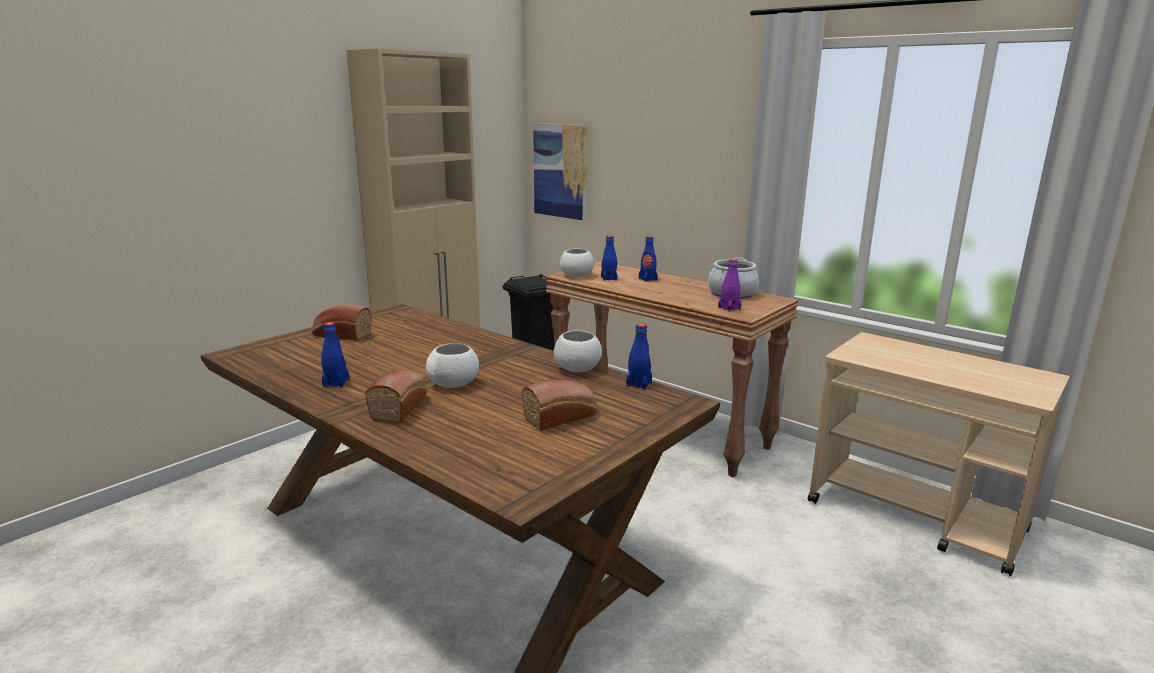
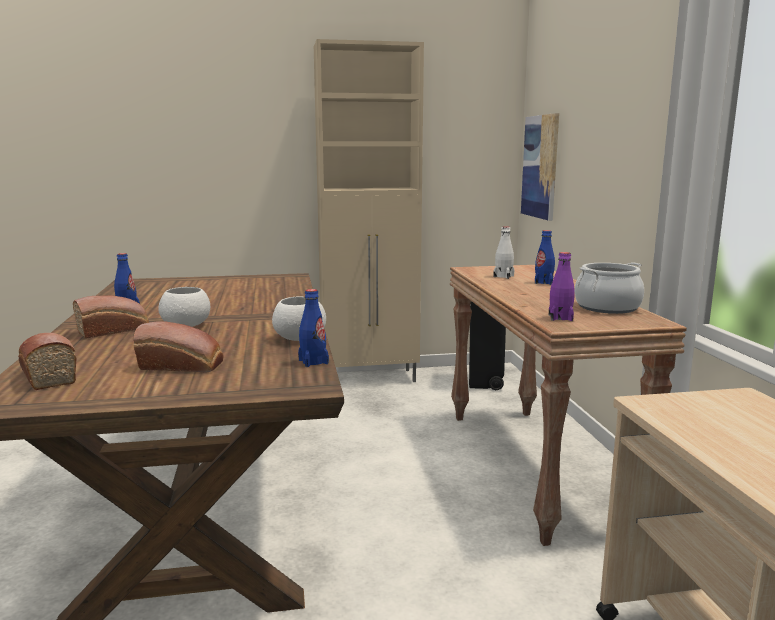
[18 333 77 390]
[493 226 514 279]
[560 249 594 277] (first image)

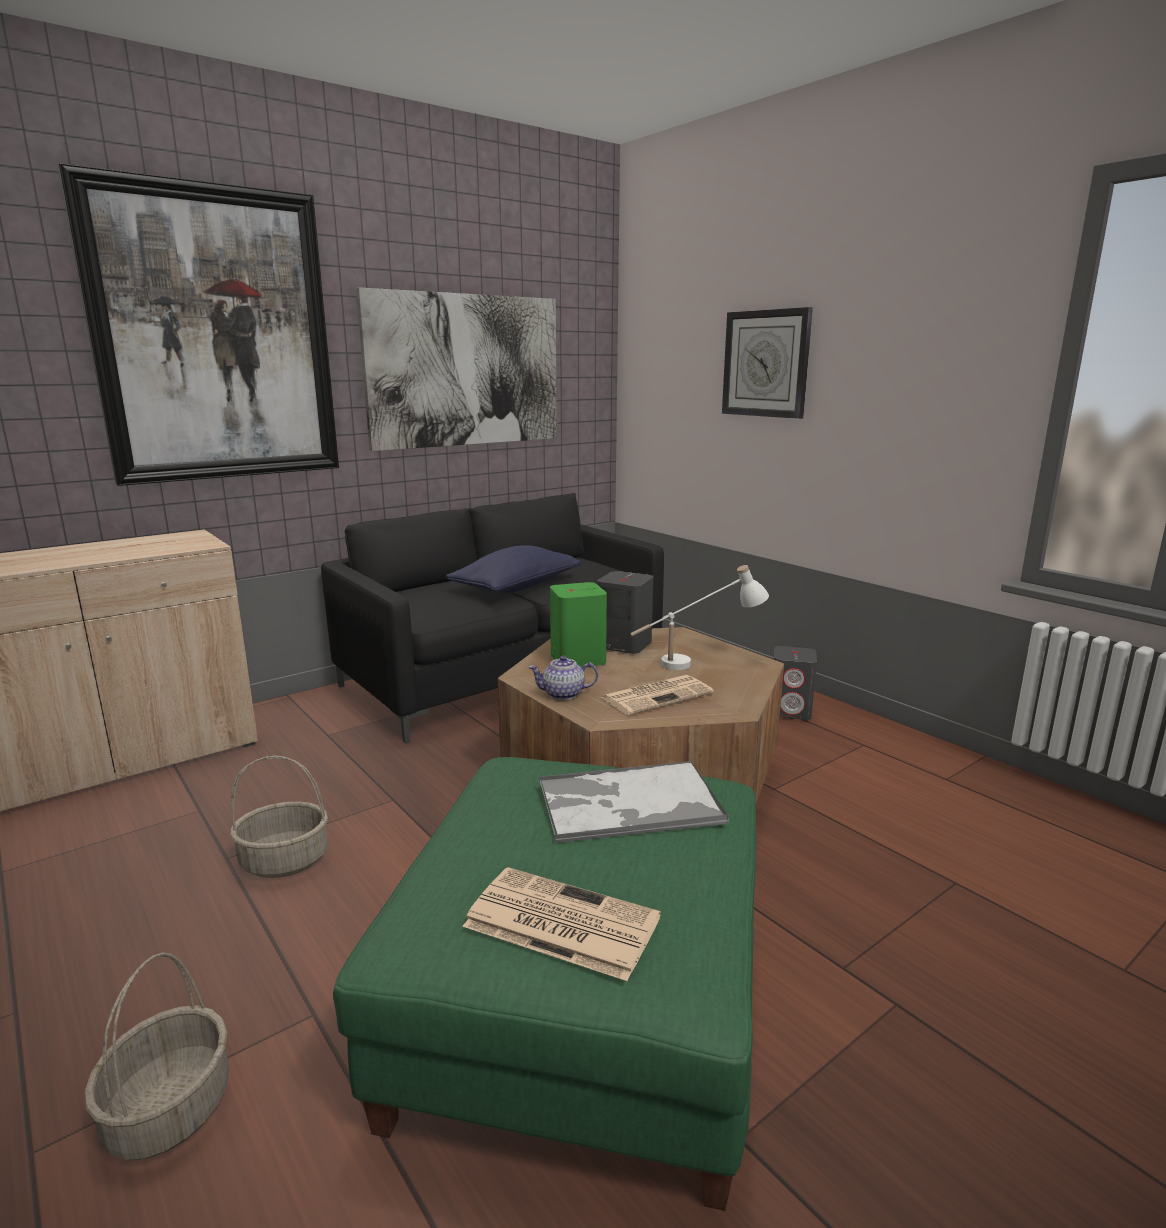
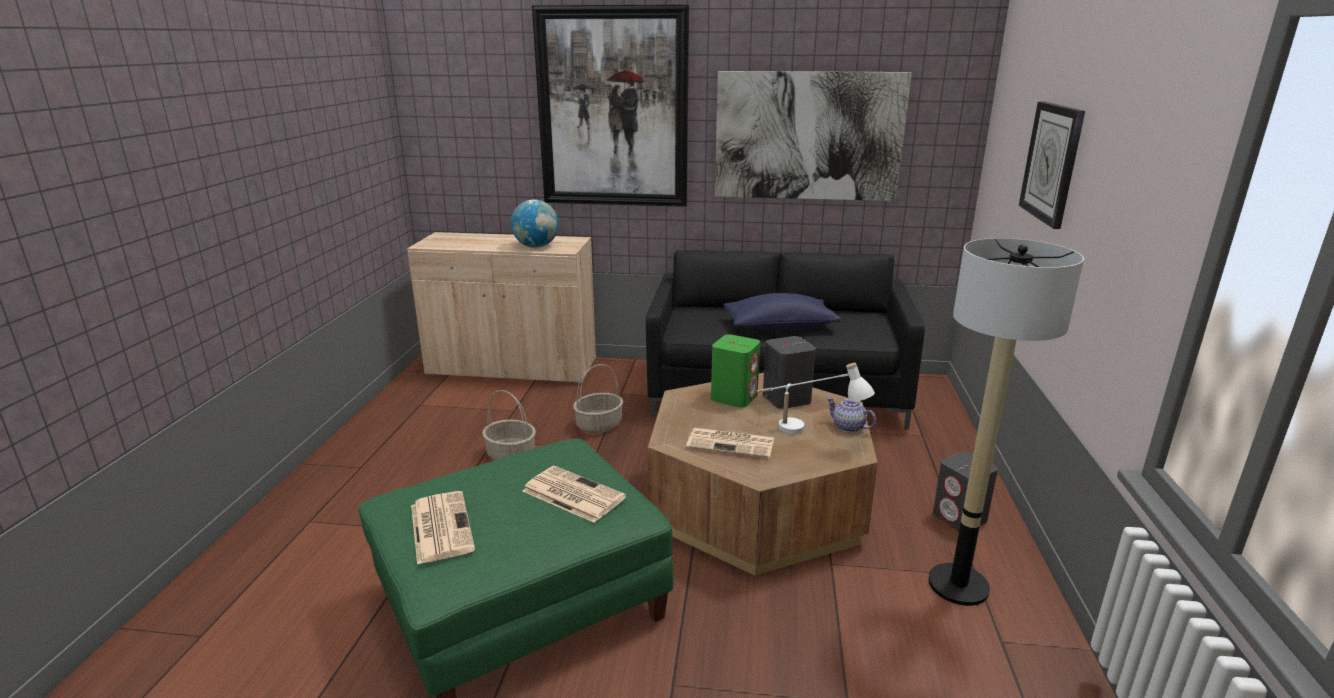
[511 200 559 248]
[522 466 626 523]
[573 364 623 434]
[826 397 876 432]
[928 238 1084 606]

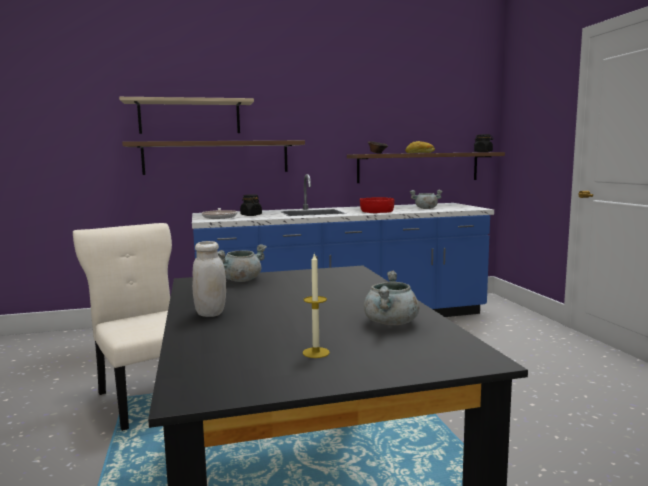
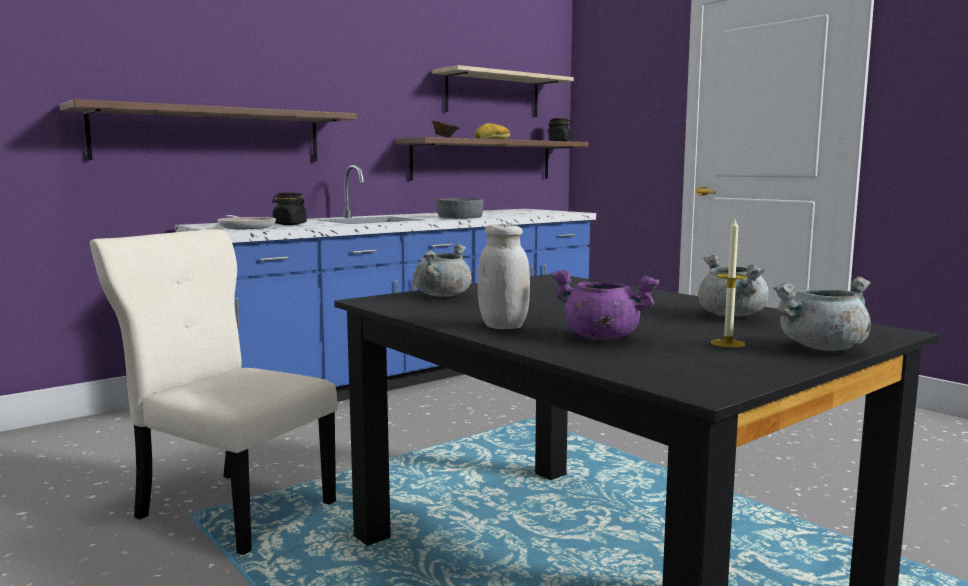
[432 65 574 117]
[436 198 484 219]
[551 270 659 340]
[773 277 871 351]

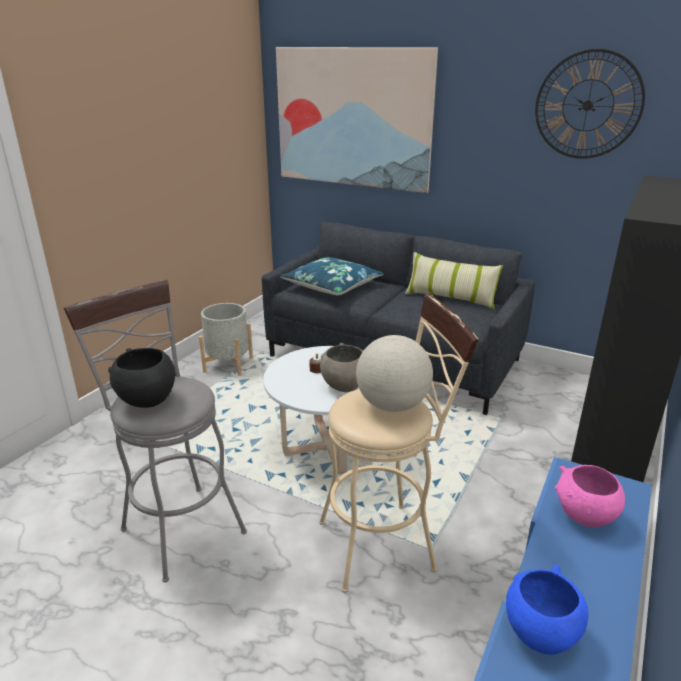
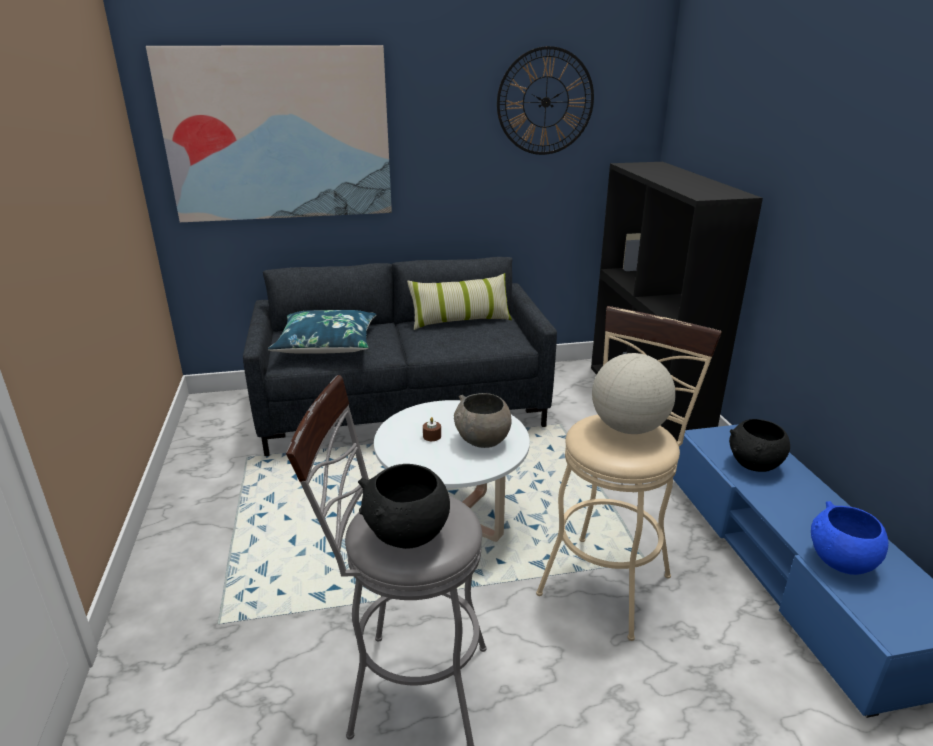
[729 419 790 472]
[199 303 253 376] (first image)

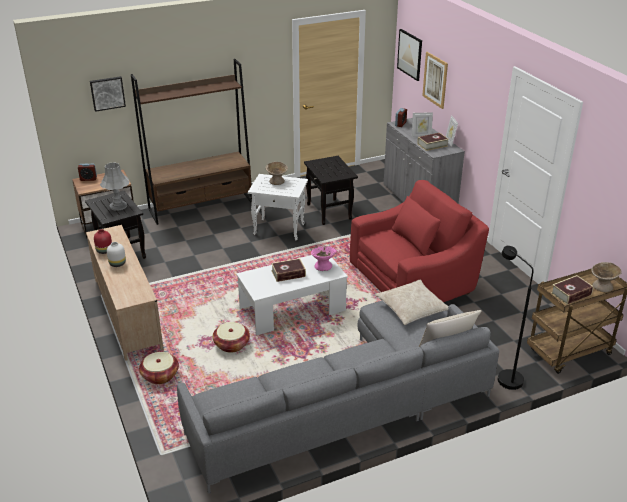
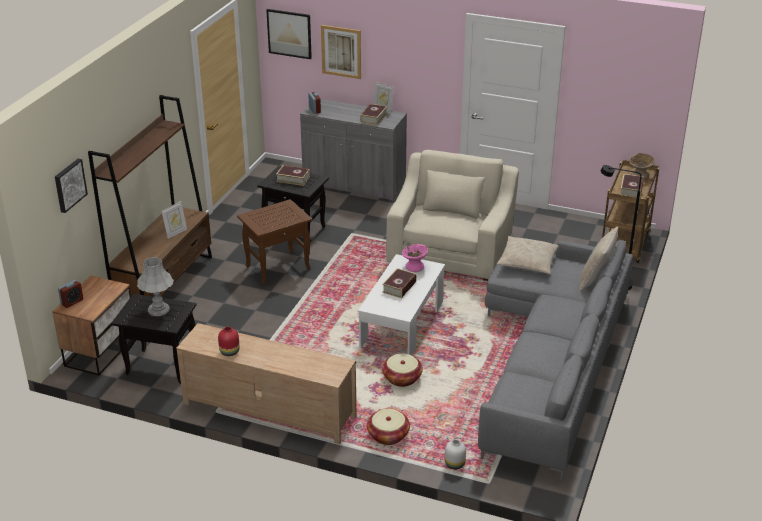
[161 201 187 239]
[237 199 313 284]
[276 165 310 186]
[386 150 519 281]
[445 440 466 469]
[266 162 288 185] (first image)

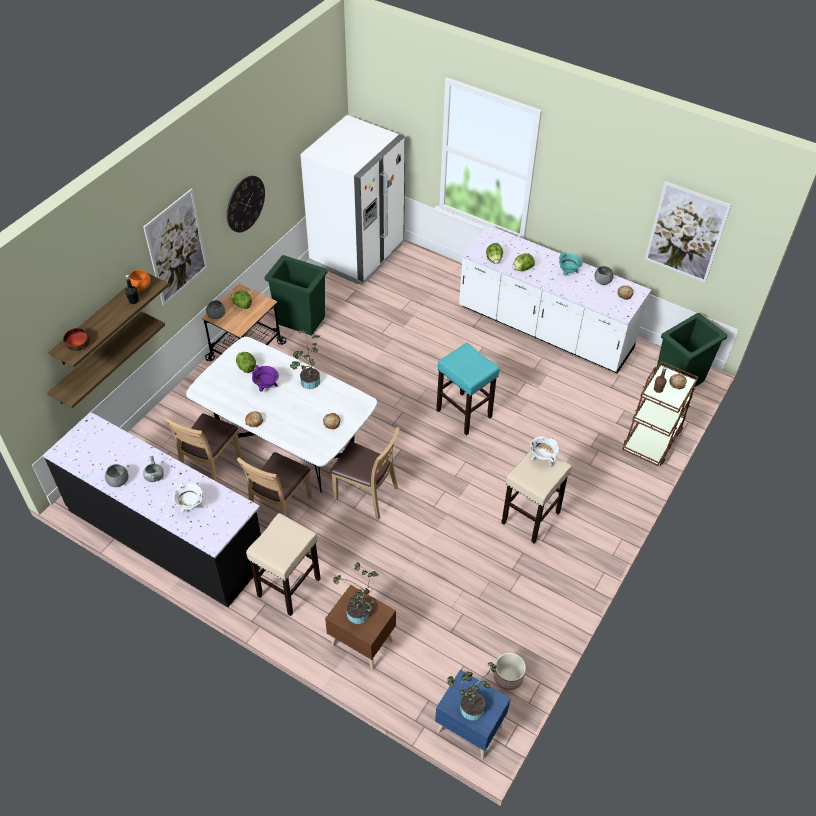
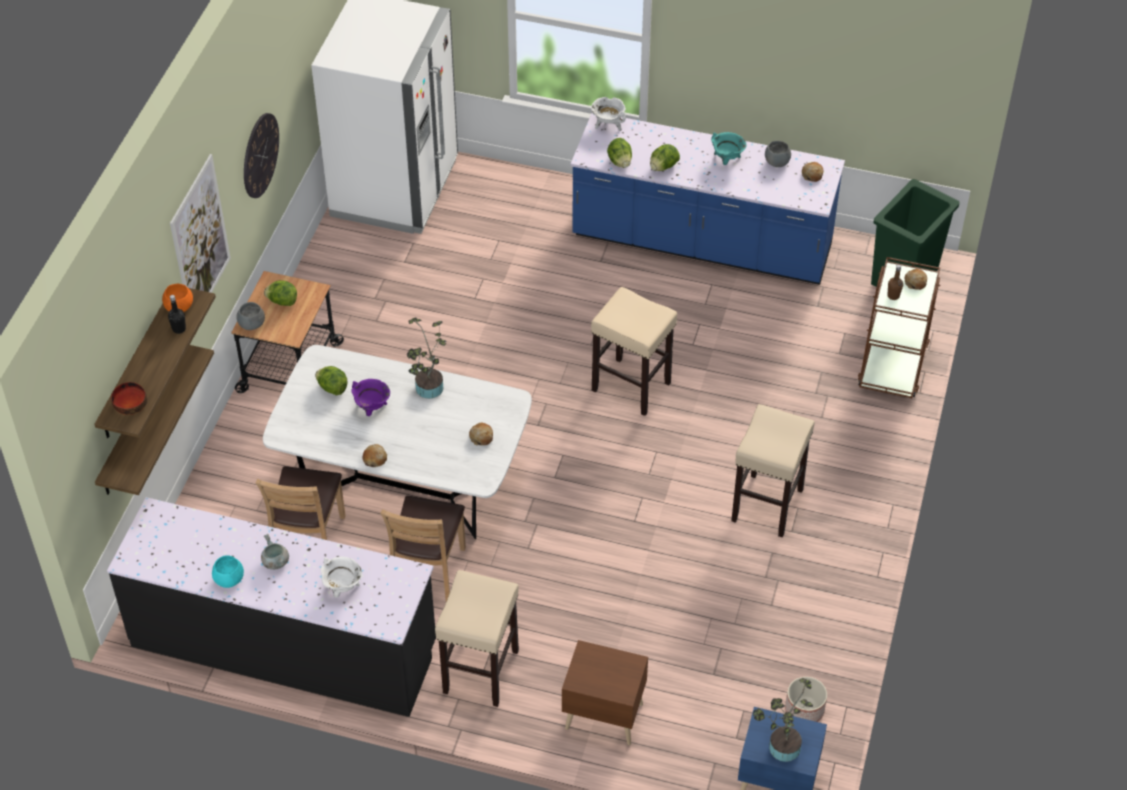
[212 555 244 588]
[571 113 845 285]
[591 97 626 131]
[591 287 677 416]
[265 255 328 336] (first image)
[330 427 400 520] (first image)
[333 562 379 624] (first image)
[645 181 731 283] (first image)

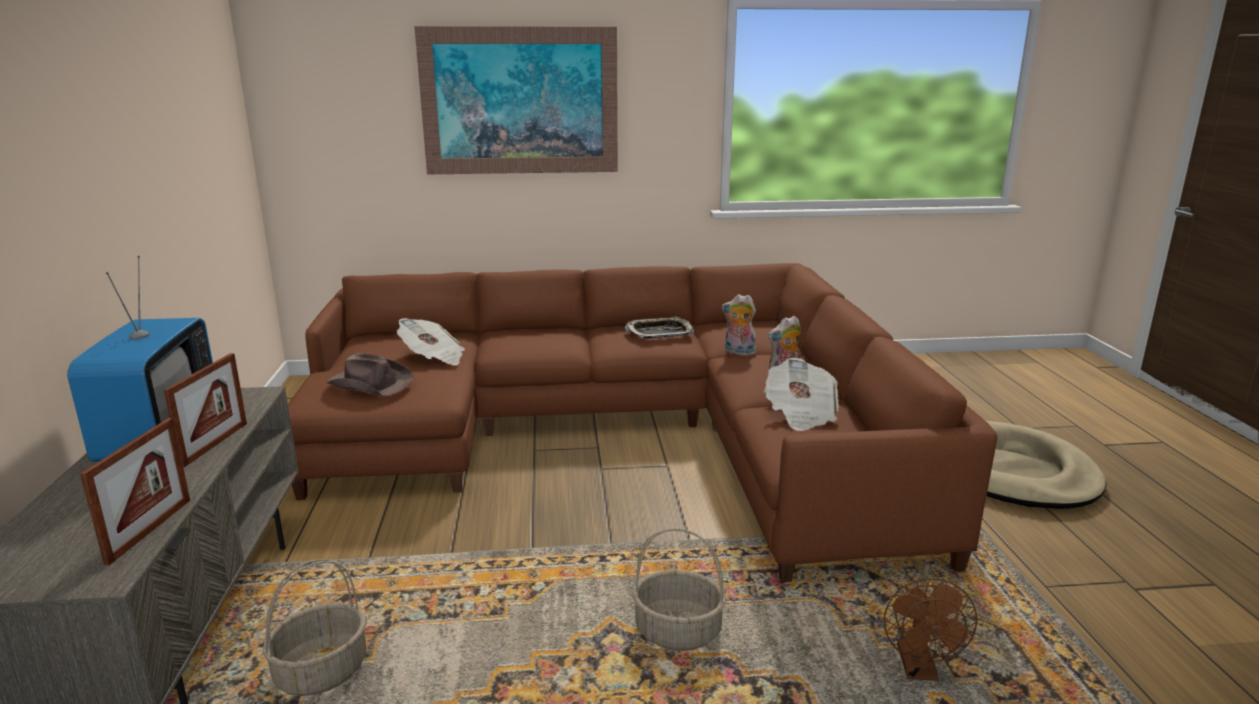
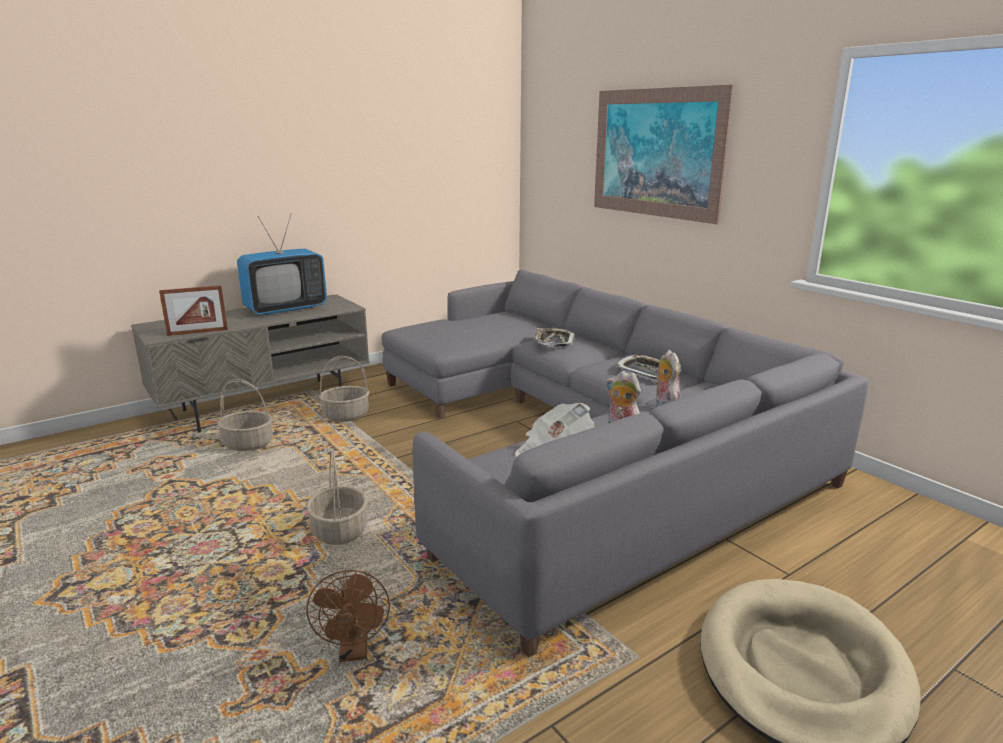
[306 570 390 662]
[319 356 370 422]
[382 270 869 658]
[534 328 575 347]
[164 353 247 467] (first image)
[326 353 414 396] (first image)
[397 318 465 365] (first image)

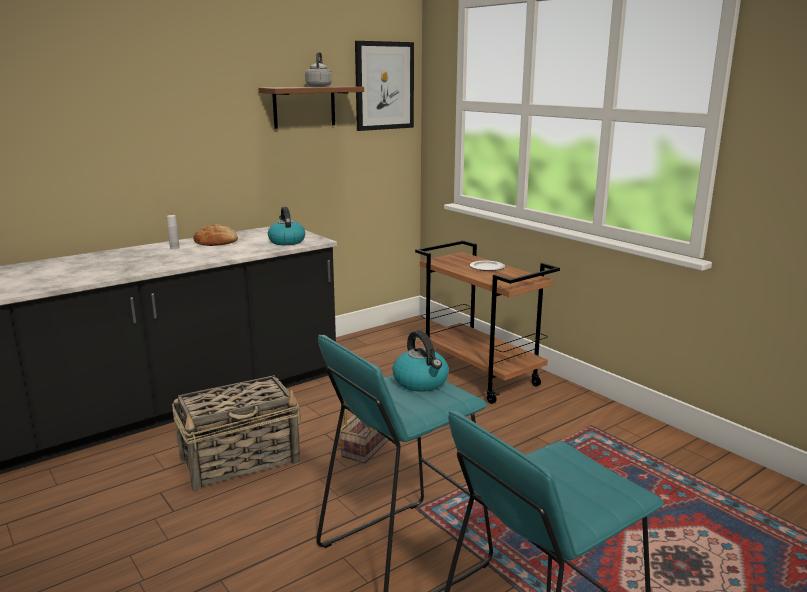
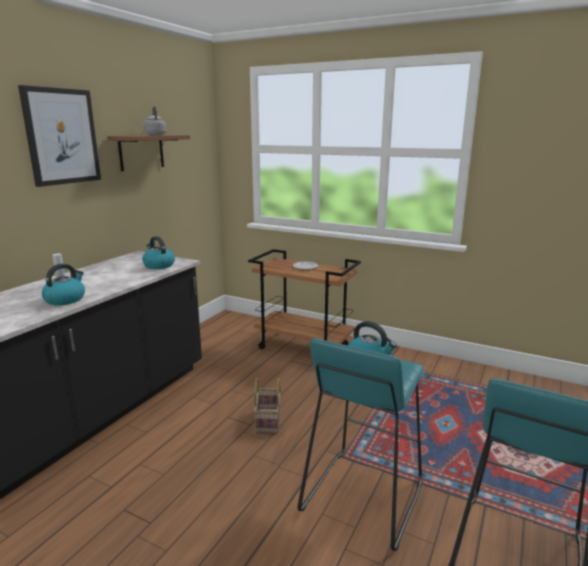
[18 85 101 187]
[42 264 85 305]
[172 375 301 491] (first image)
[193 224 238 246] (first image)

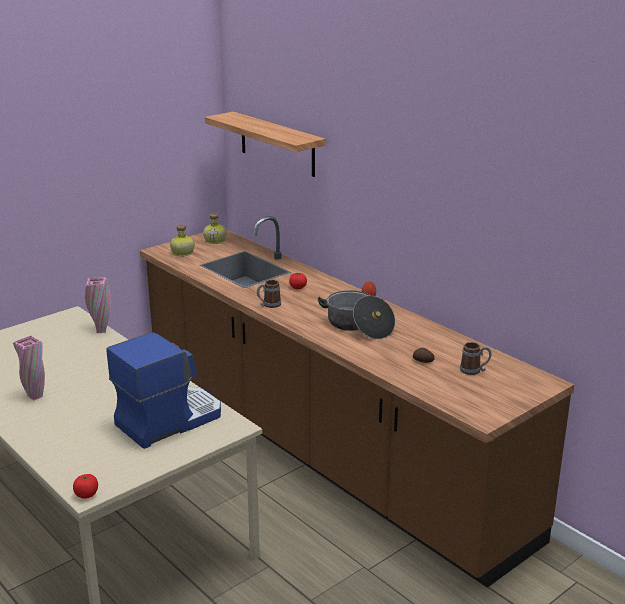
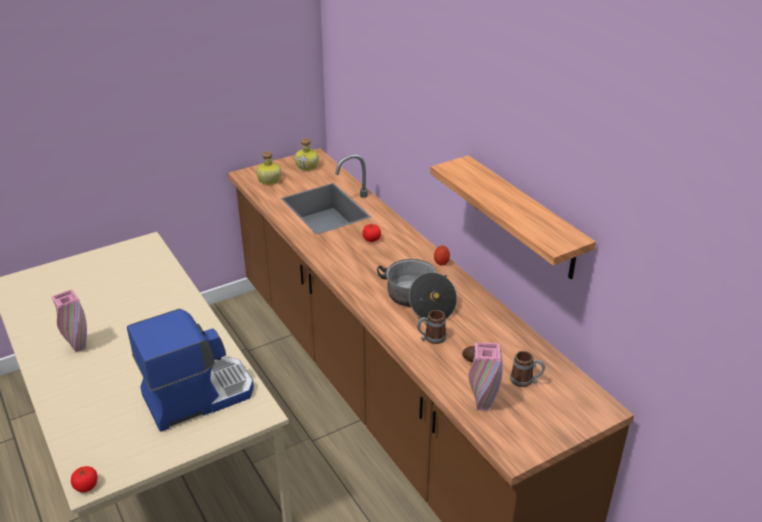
[417 310 447 344]
[430 155 596 279]
[468 343 503 411]

